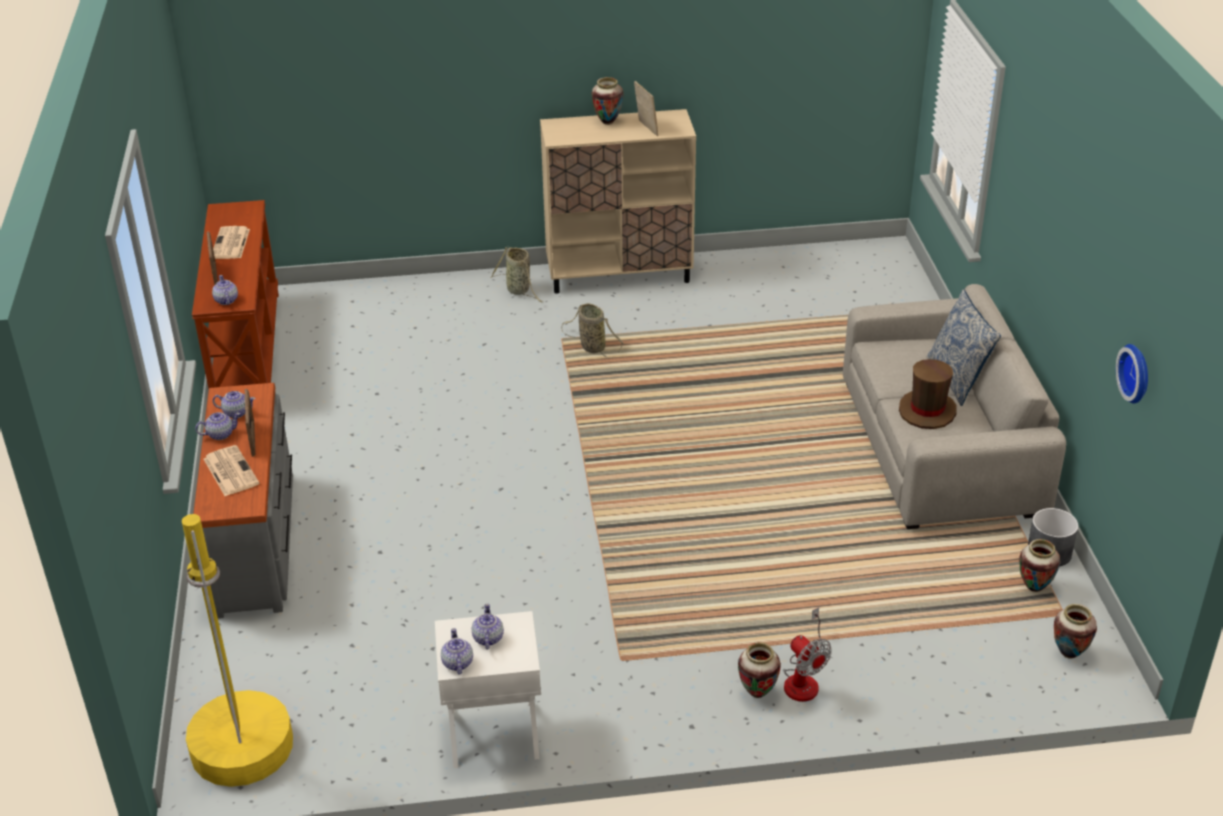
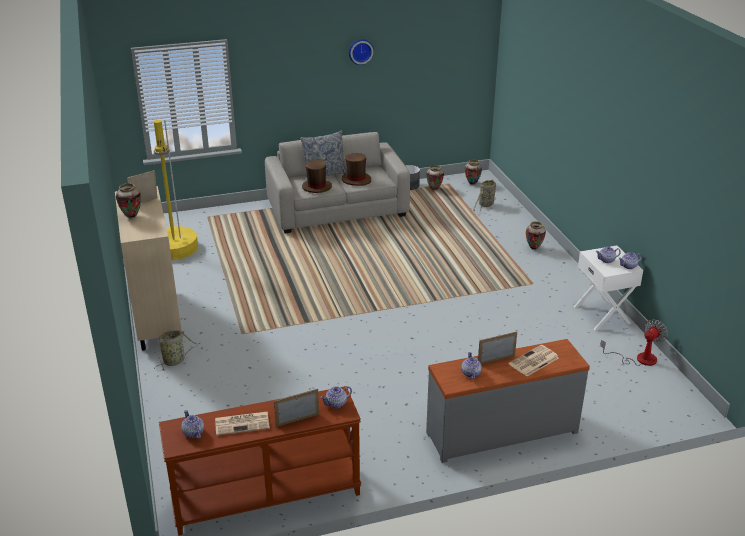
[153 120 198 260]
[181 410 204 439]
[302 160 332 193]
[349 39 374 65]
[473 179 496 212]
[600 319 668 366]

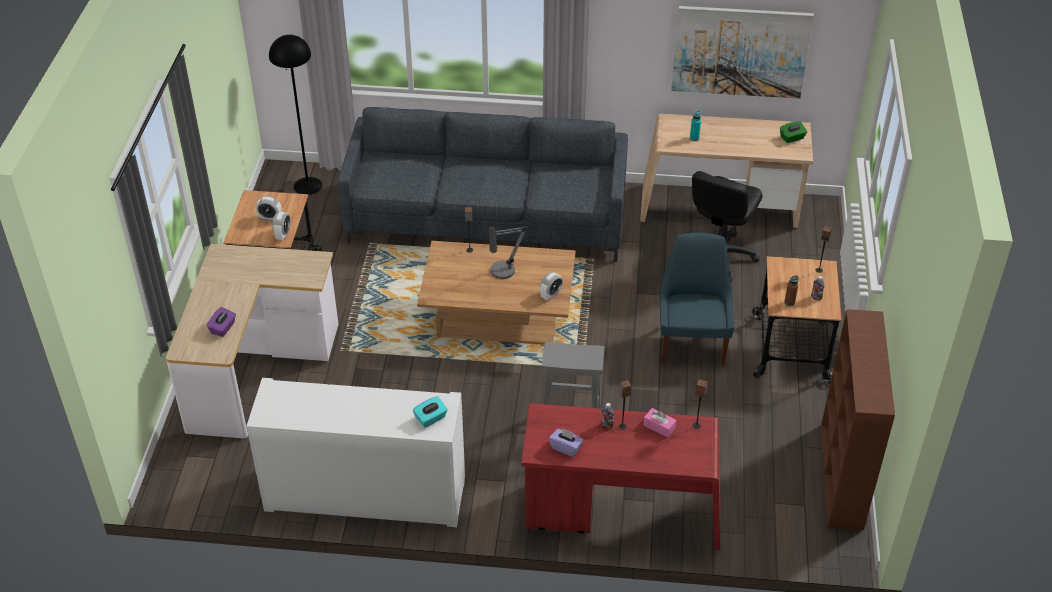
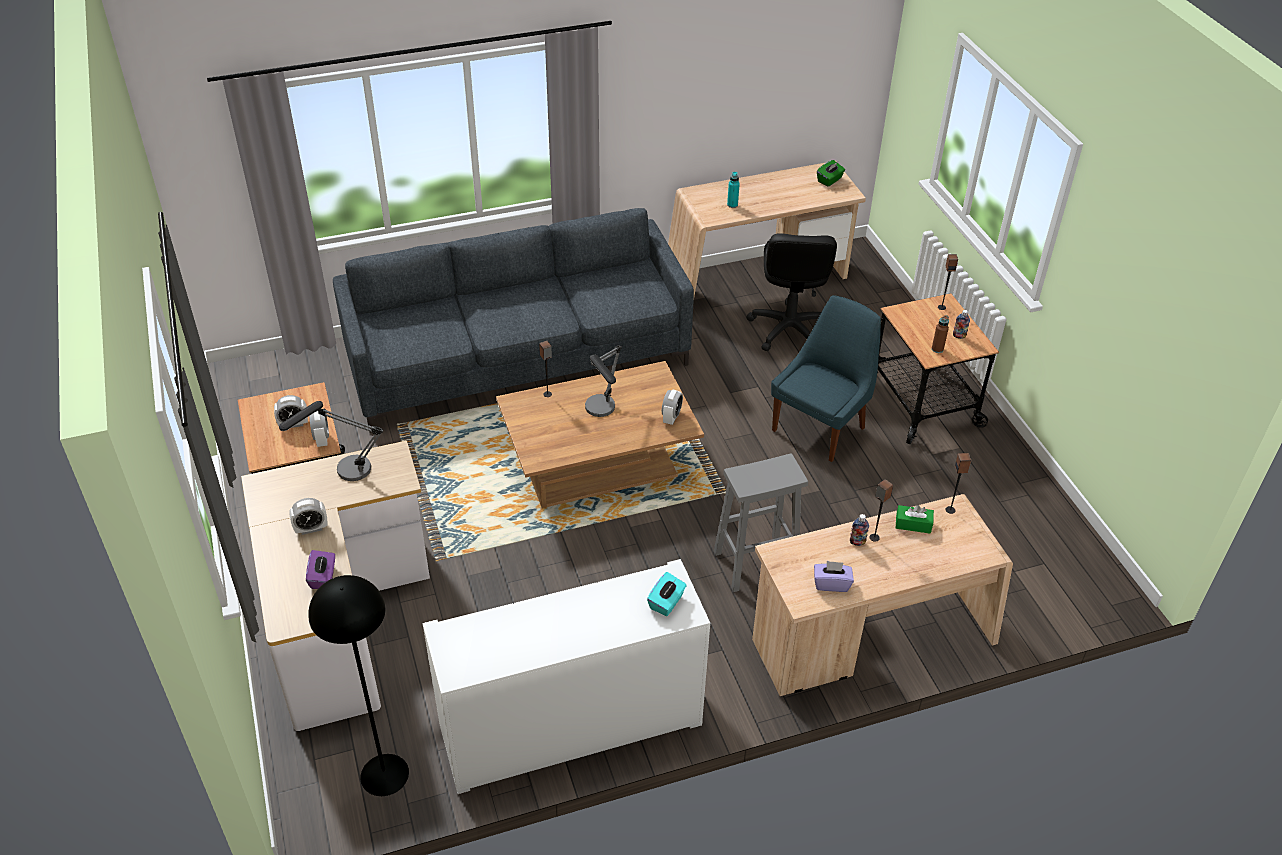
[279 401 383 481]
[289 498 327 535]
[308 575 409 796]
[752 494 1013 696]
[771 295 881 462]
[896 505 934 534]
[671 6 814 99] (first image)
[821 309 895 530] (first image)

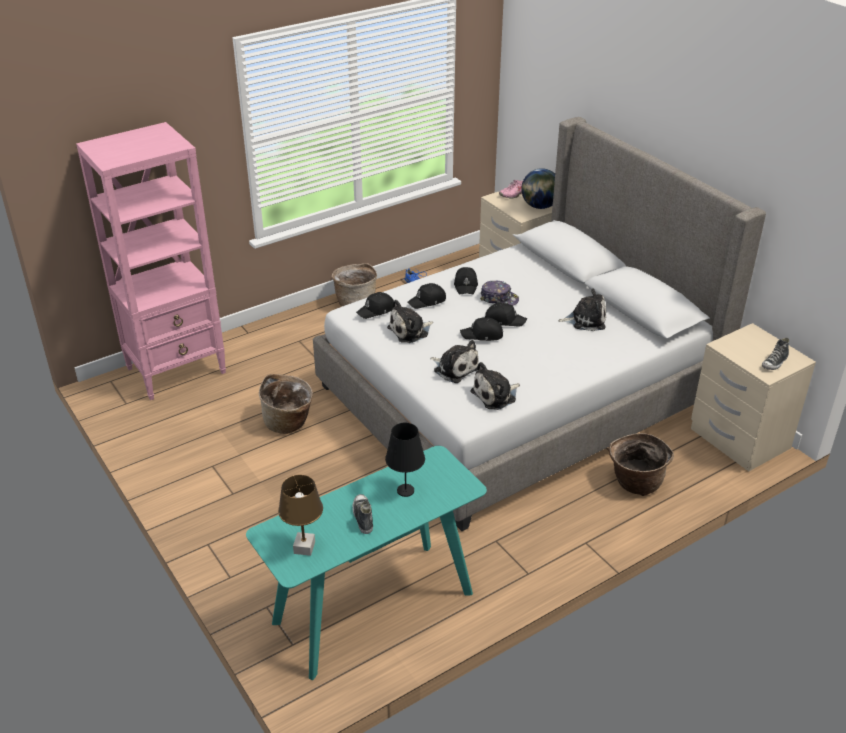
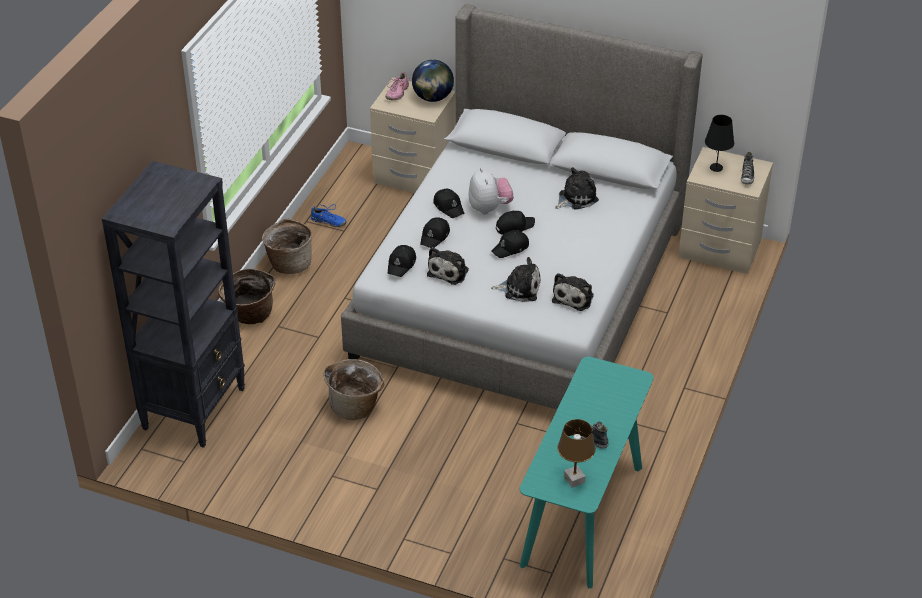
[102 161 245 448]
[218 269 276 324]
[469 168 514 214]
[705 115 734 172]

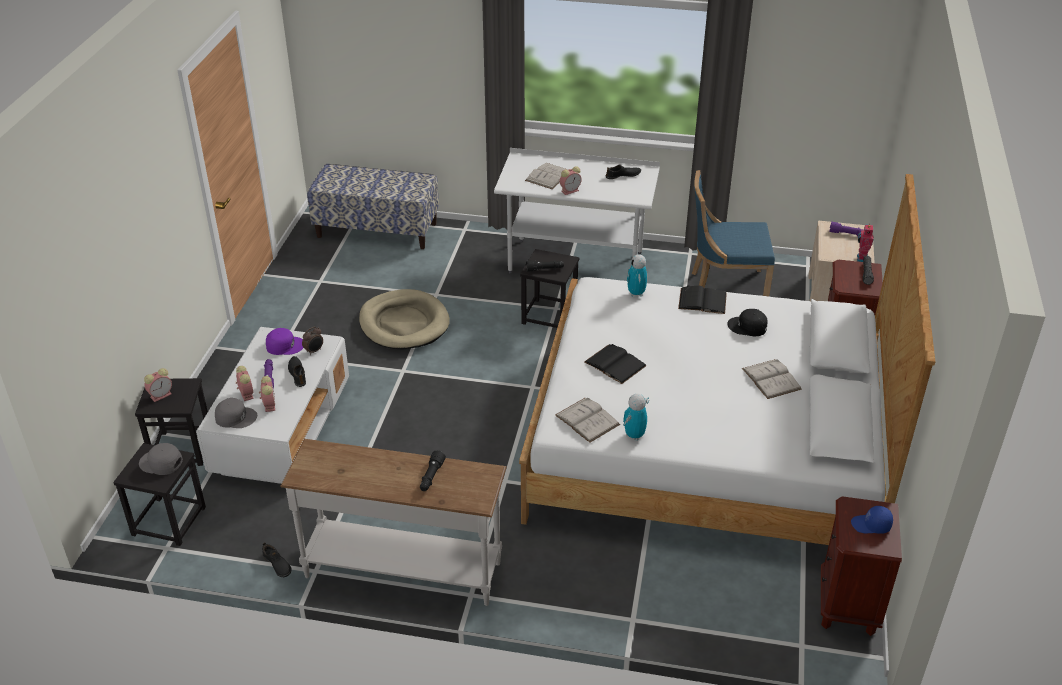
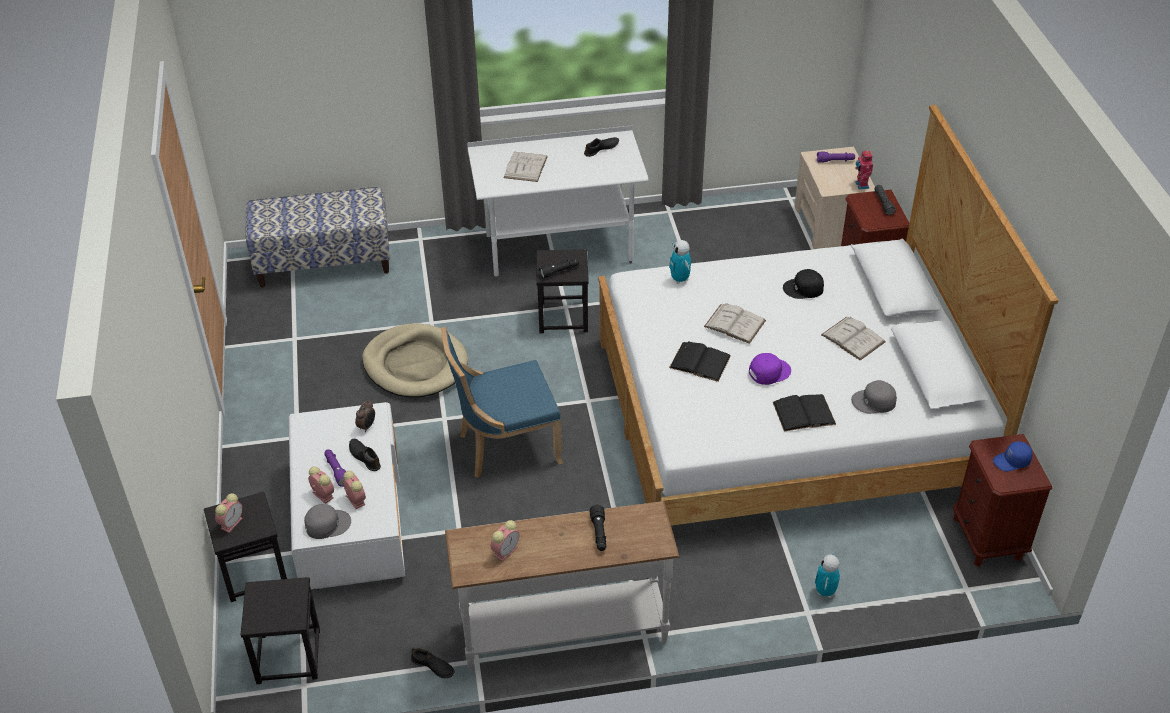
[441 327 563 478]
[490 520 519 562]
[704 303 766 344]
[749 353 791 385]
[773 394 836 432]
[815 553 840 598]
[851 380 897 414]

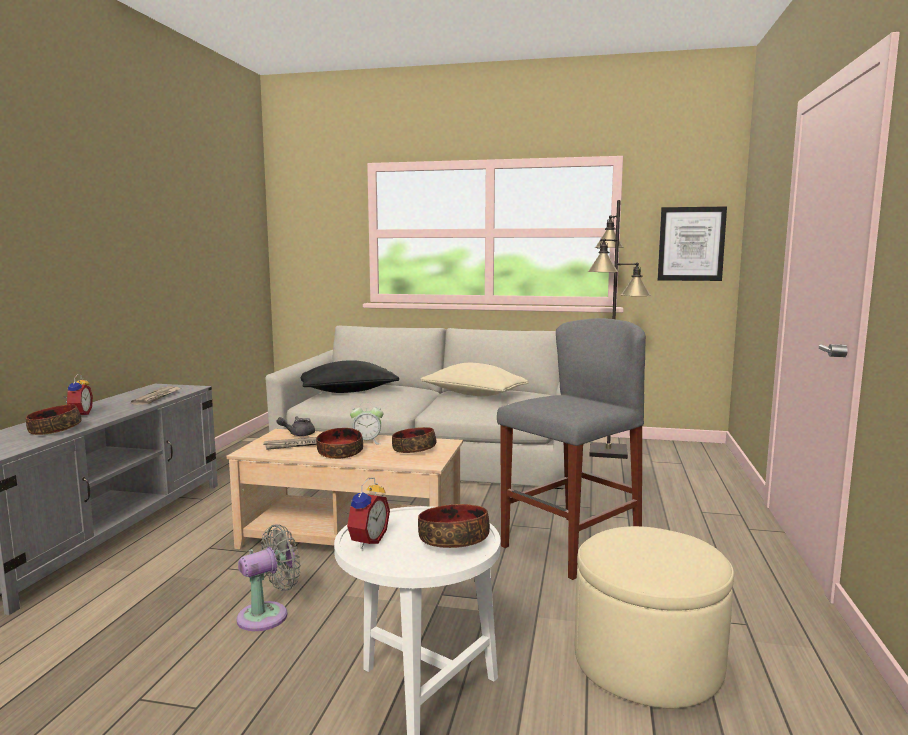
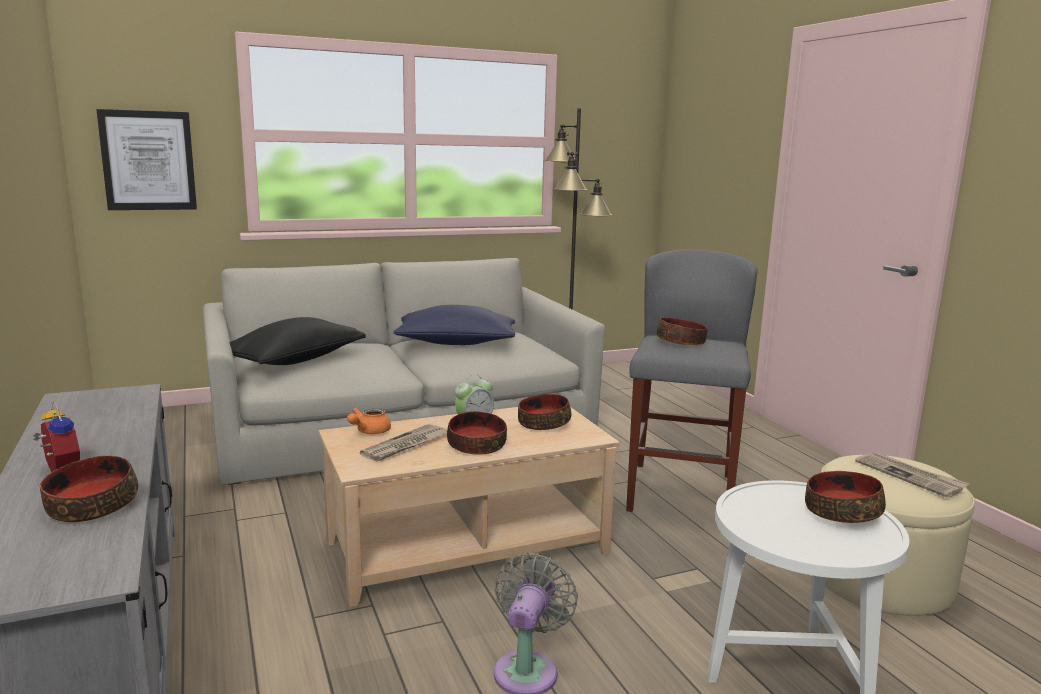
[96 109 197 210]
[347 408 391 434]
[393 305 515 345]
[656 317 708 345]
[855 453 970 498]
[347 477 390 549] (first image)

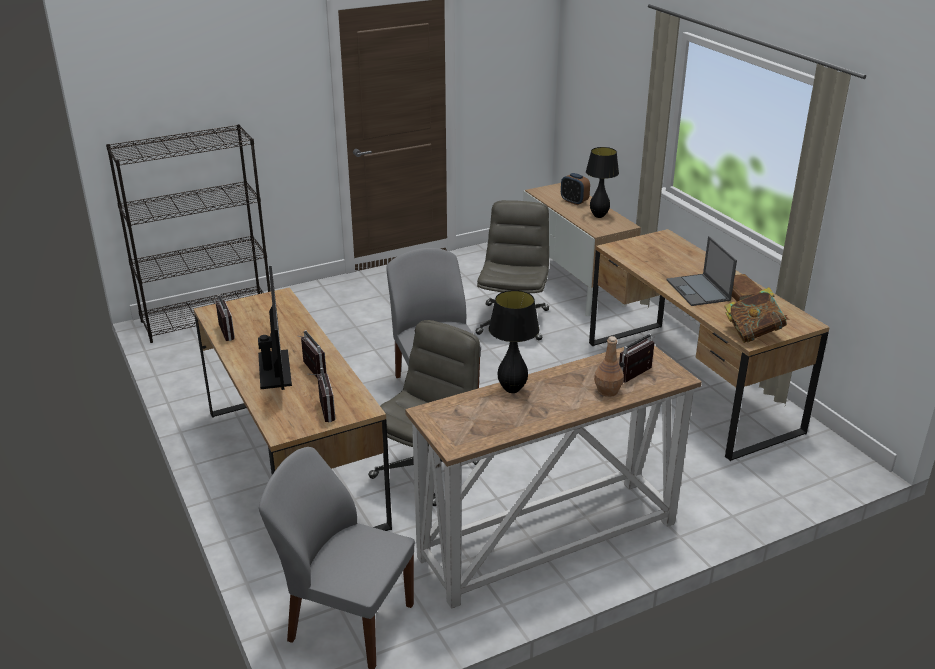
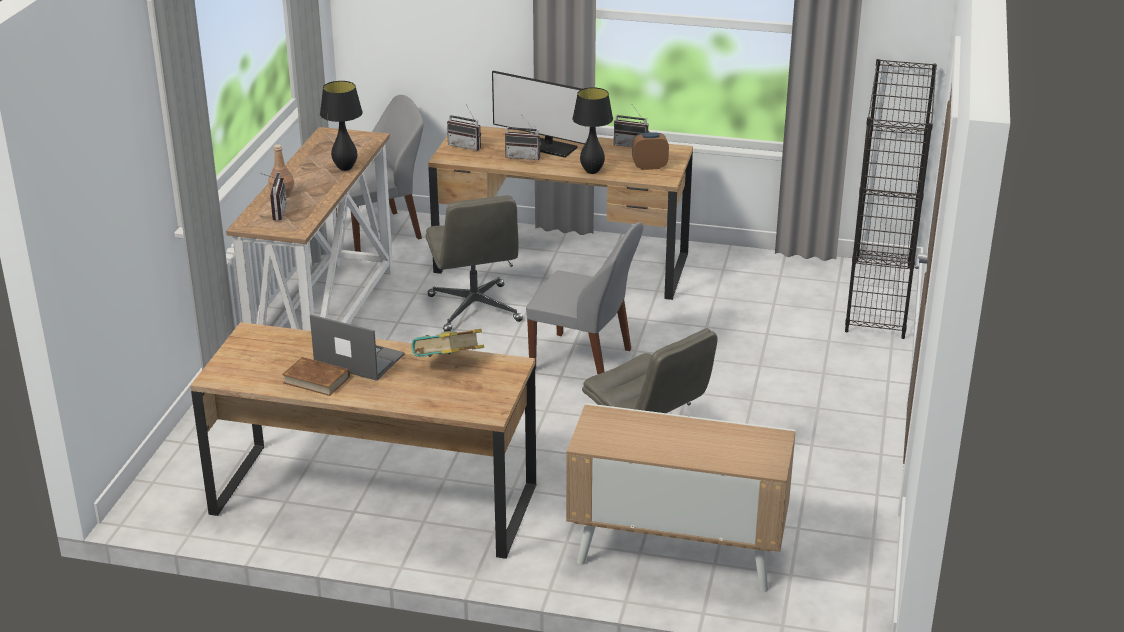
[411 329 484 357]
[572 87 613 174]
[632 133 669 170]

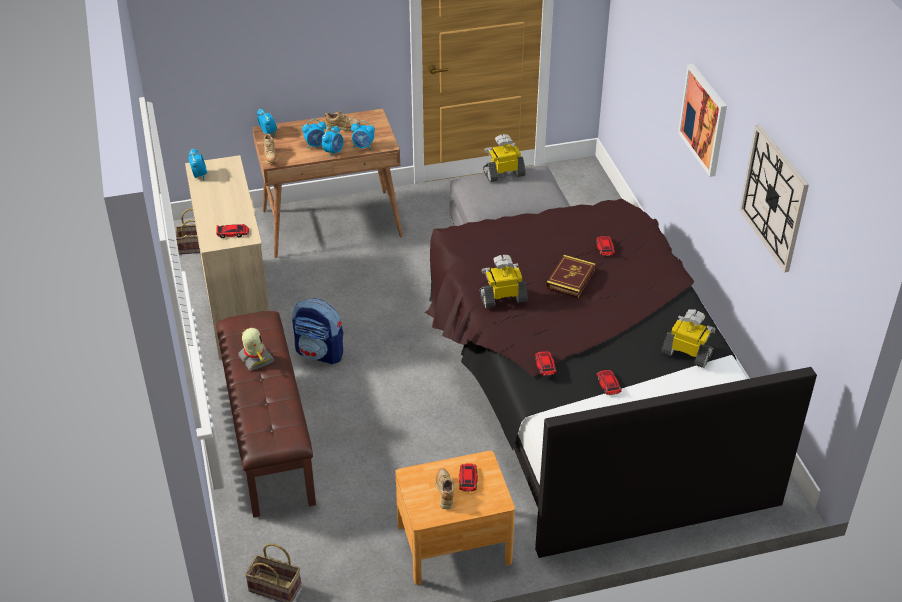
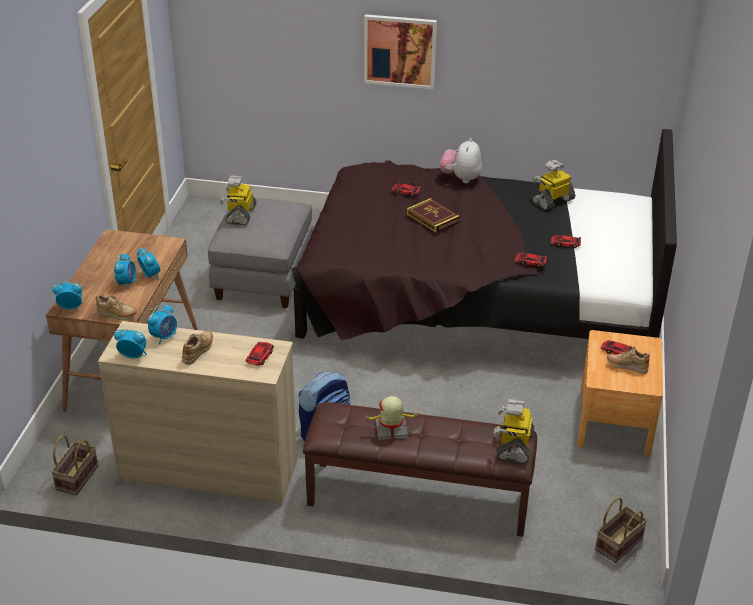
[147 305 177 345]
[182 331 213 365]
[440 138 482 183]
[494 399 534 464]
[740 124 809 272] (first image)

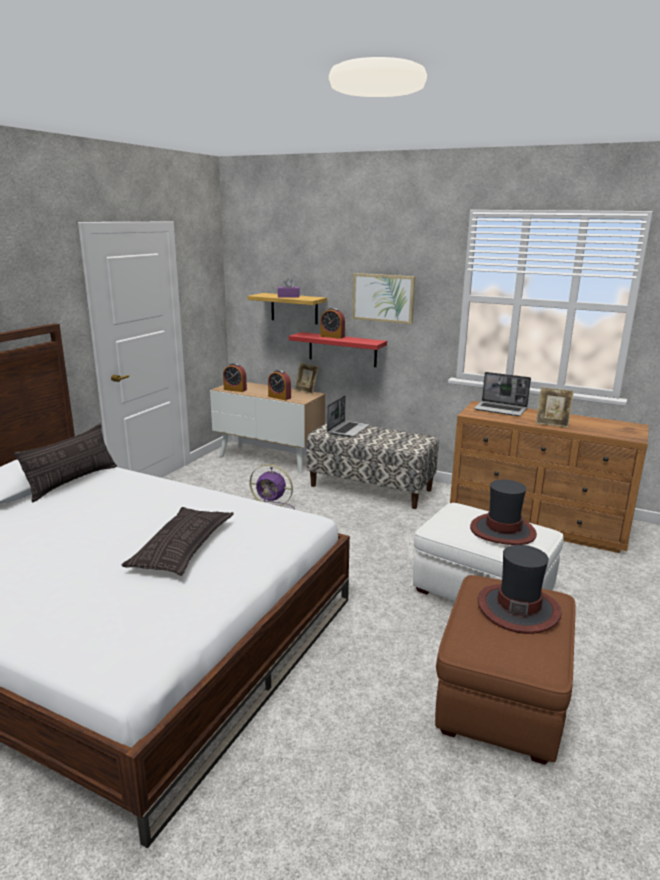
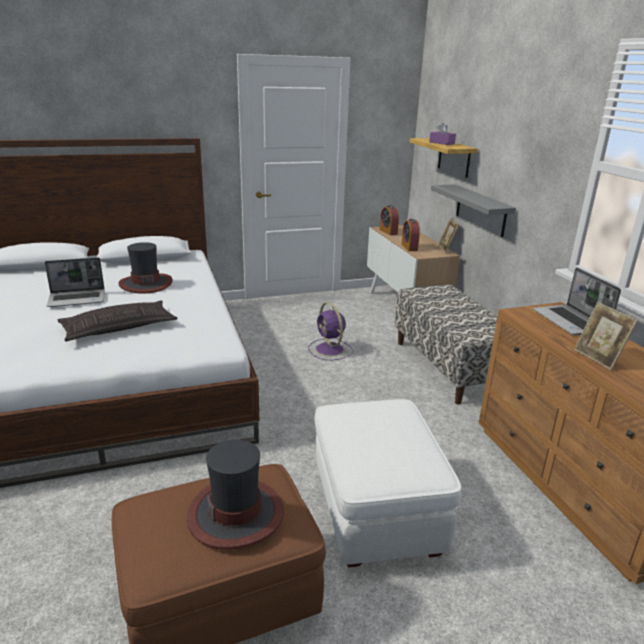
[45 257 105 307]
[118 242 173 294]
[431 184 516 237]
[14 424 117 502] (first image)
[320 308 345 339] (first image)
[353 273 415 324] (first image)

